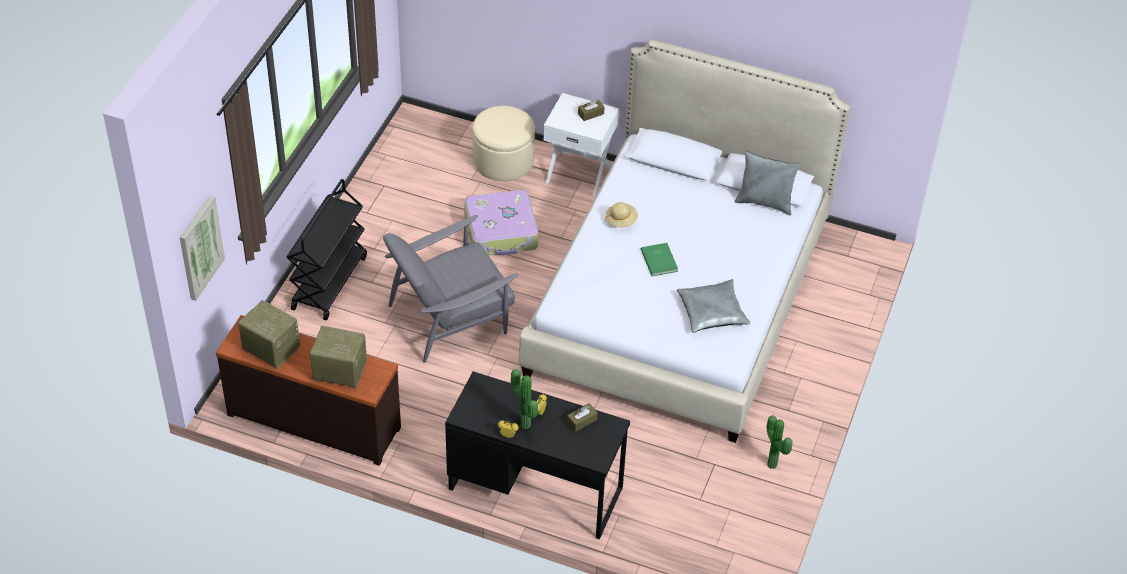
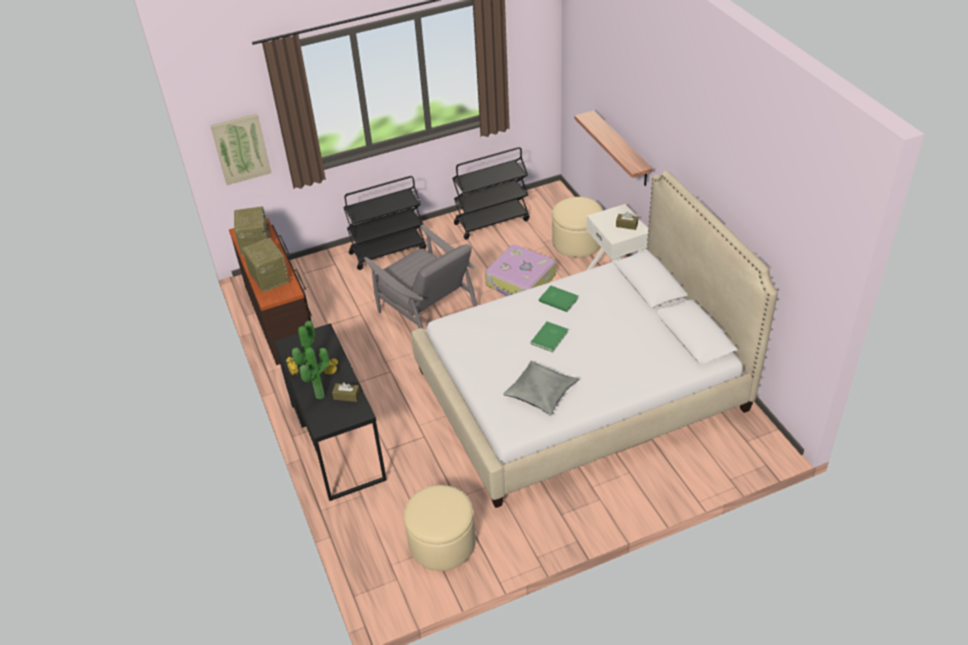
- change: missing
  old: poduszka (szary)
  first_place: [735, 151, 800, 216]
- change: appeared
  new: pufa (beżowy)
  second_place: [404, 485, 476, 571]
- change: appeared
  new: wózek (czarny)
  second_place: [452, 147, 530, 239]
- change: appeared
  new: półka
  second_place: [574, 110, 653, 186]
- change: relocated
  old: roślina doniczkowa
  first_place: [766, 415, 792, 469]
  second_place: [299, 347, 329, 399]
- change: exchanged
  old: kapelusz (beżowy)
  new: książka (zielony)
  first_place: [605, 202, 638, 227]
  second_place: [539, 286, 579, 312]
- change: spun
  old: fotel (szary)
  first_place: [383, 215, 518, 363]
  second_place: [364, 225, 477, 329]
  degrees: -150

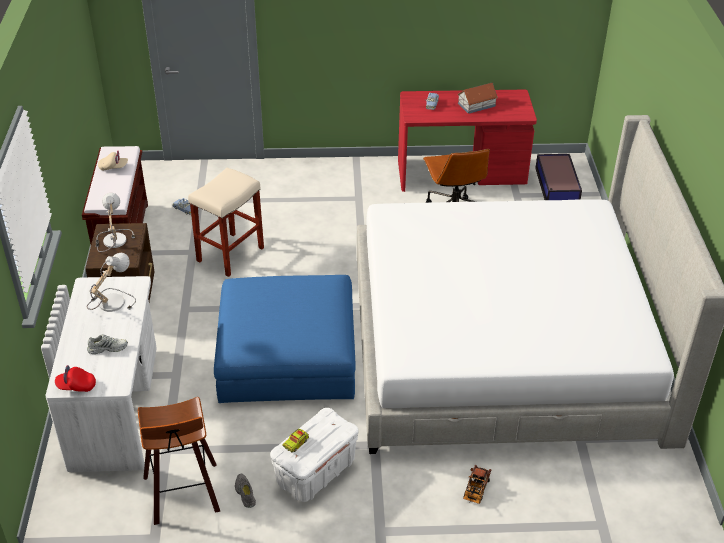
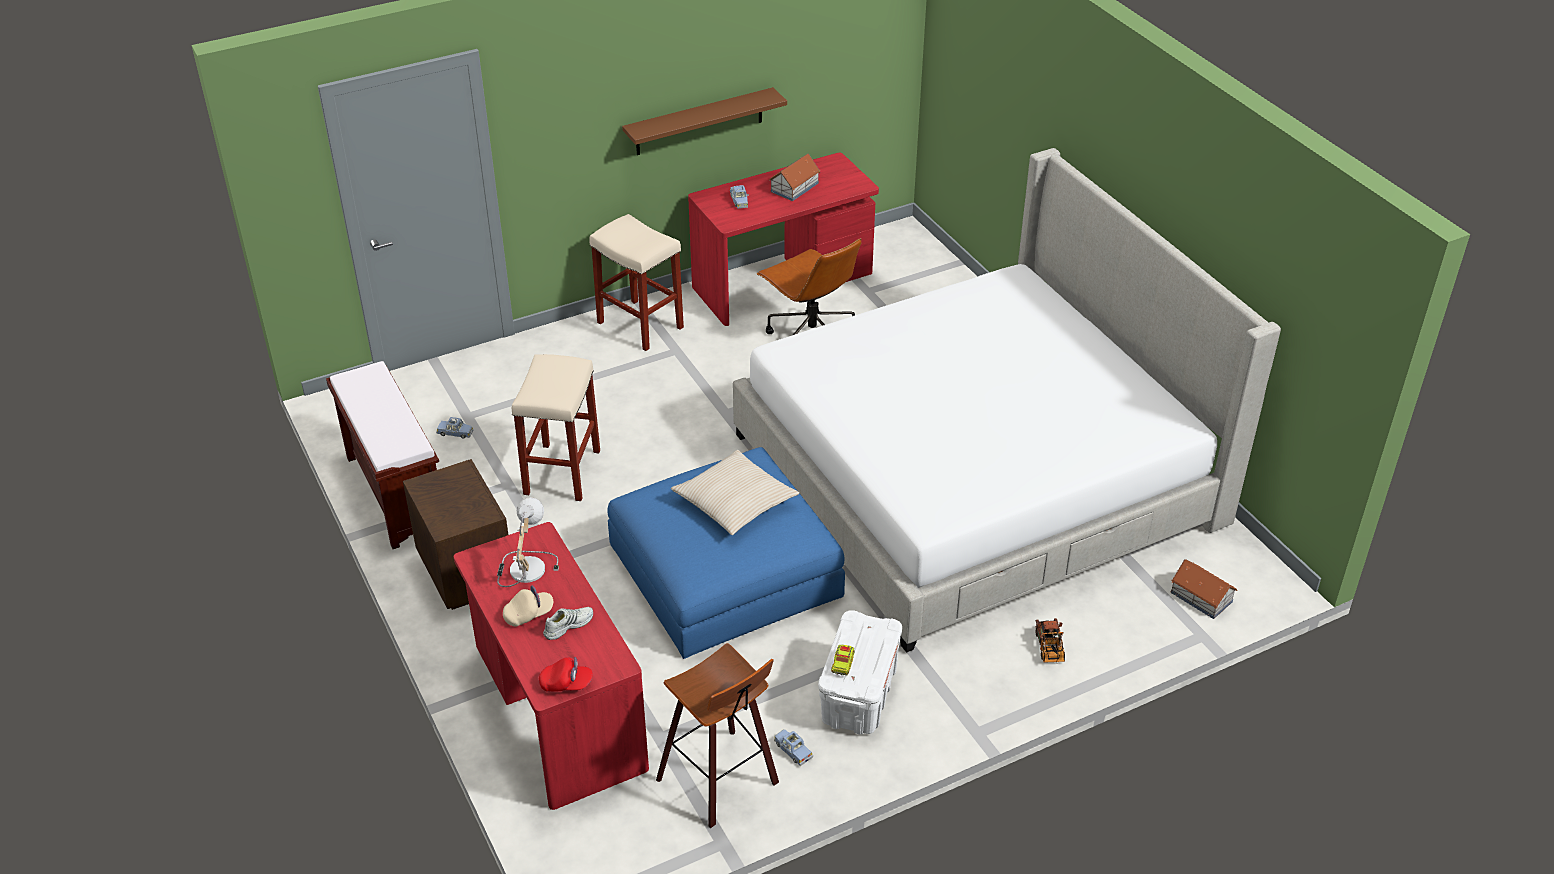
- change: missing
  old: lampa stołowa
  first_place: [96, 193, 135, 252]
- change: missing
  old: pojemnik do przechowywania
  first_place: [535, 154, 582, 200]
- change: appeared
  new: stołek (beżowy)
  second_place: [589, 214, 684, 351]
- change: appeared
  new: półka (brązowy)
  second_place: [622, 87, 787, 155]
- change: appeared
  new: poduszka (beżowy)
  second_place: [671, 450, 799, 535]
- change: appeared
  new: domek
  second_place: [1171, 559, 1237, 619]
- change: relocated
  old: czapka z daszkiem (beżowy)
  first_place: [98, 151, 128, 171]
  second_place: [503, 585, 553, 626]
- change: exchanged
  old: but (szary)
  new: samochodzik (niebieski)
  first_place: [235, 474, 256, 508]
  second_place: [774, 729, 813, 766]
- change: colour
  old: biurko (biały)
  new: biurko (czerwony)
  first_place: [46, 276, 157, 472]
  second_place: [454, 522, 649, 810]
- change: spun
  old: czapka z daszkiem (czerwony)
  first_place: [55, 365, 96, 392]
  second_place: [539, 657, 593, 692]
  degrees: -150

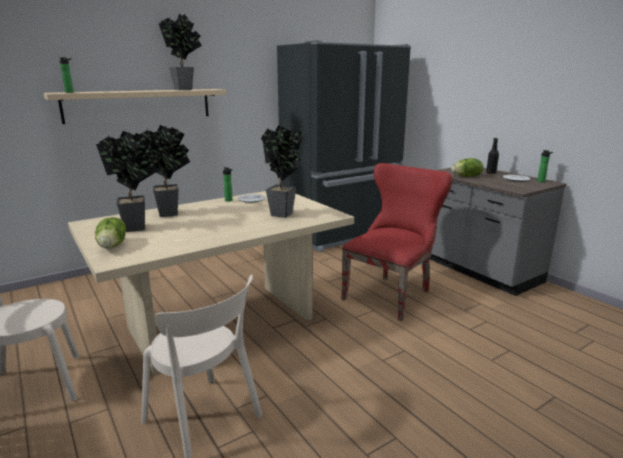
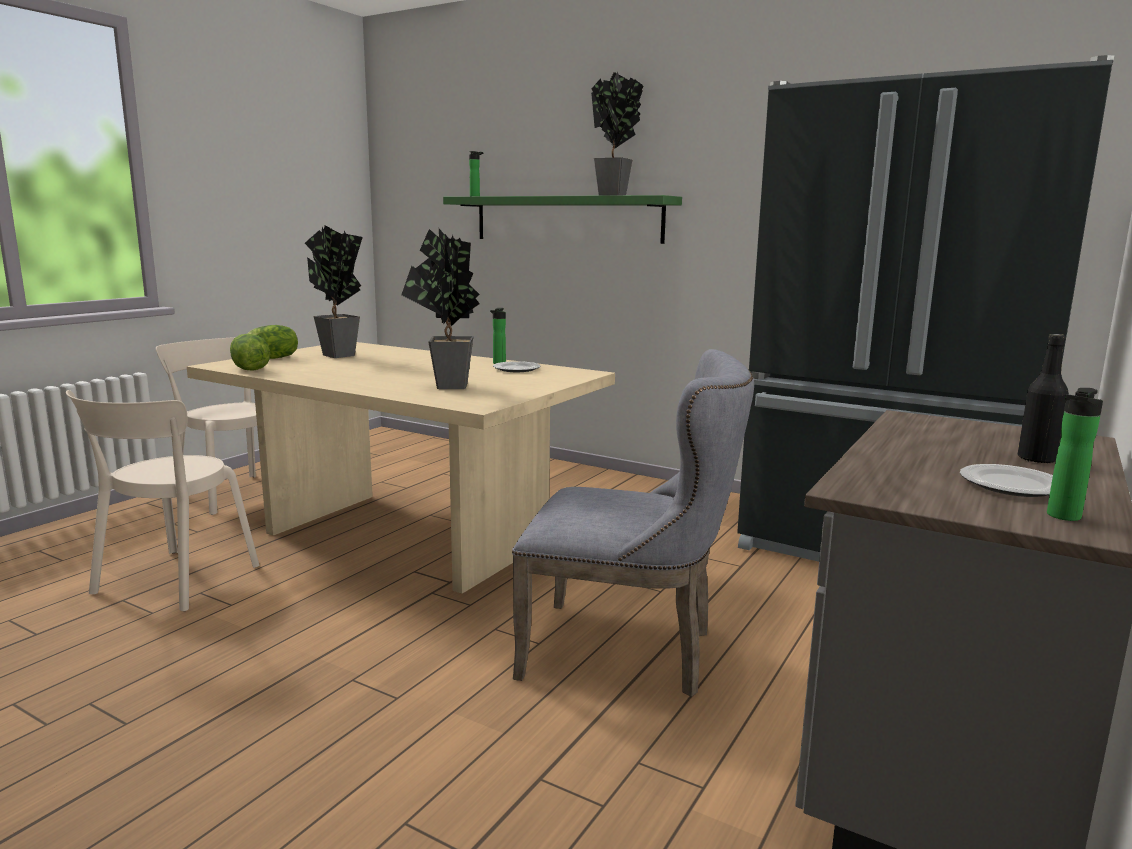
- change: missing
  old: roślina doniczkowa
  first_place: [139, 125, 190, 217]
- change: relocated
  old: sałata
  first_place: [451, 158, 483, 177]
  second_place: [230, 334, 270, 371]
- change: colour
  old: półka (beżowy)
  new: półka (zielony)
  first_place: [44, 89, 226, 124]
  second_place: [443, 195, 682, 244]
- change: colour
  old: krzesło (czerwony)
  new: krzesło (szary)
  first_place: [341, 163, 453, 321]
  second_place: [512, 349, 754, 697]

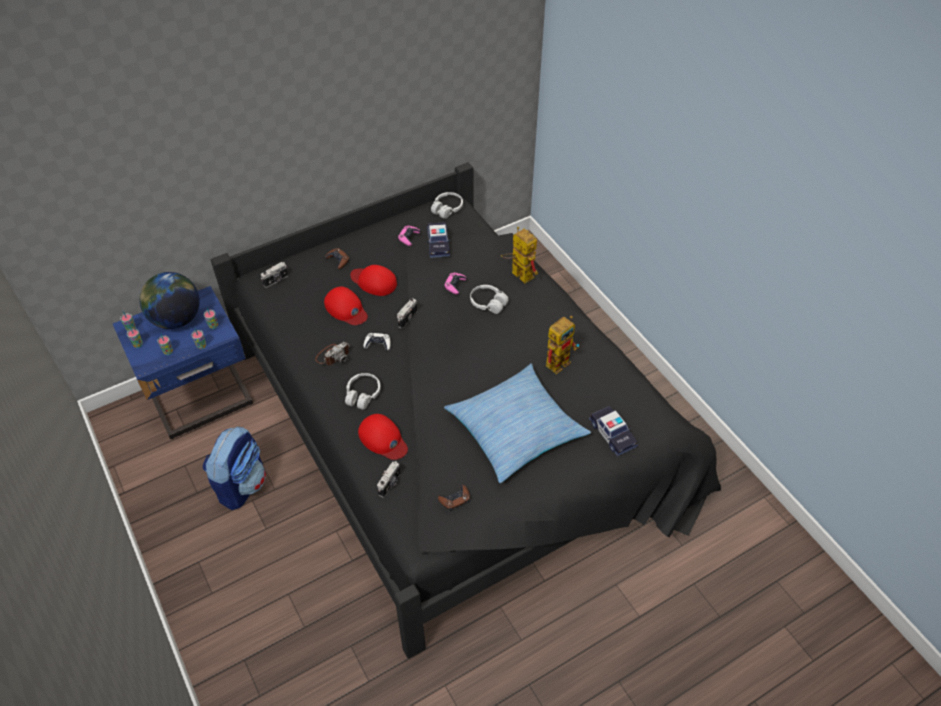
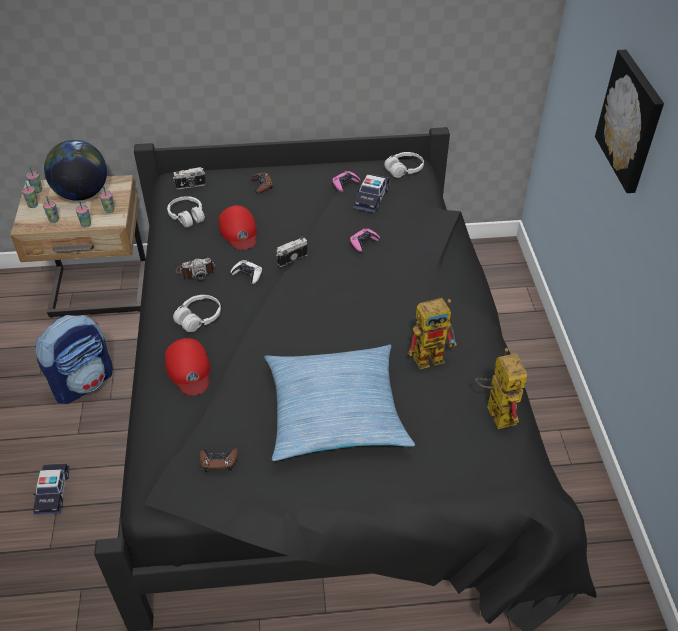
- change: missing
  old: czapka z daszkiem (czerwony)
  first_place: [350, 265, 397, 296]
- change: missing
  old: aparat fotograficzny
  first_place: [377, 461, 400, 498]
- change: appeared
  new: obraz
  second_place: [595, 50, 664, 193]
- change: relocated
  old: słuchawki (biały)
  first_place: [470, 285, 509, 314]
  second_place: [167, 196, 205, 227]
- change: relocated
  old: robot zabawkowy
  first_place: [501, 227, 538, 284]
  second_place: [475, 348, 527, 429]
- change: relocated
  old: samochodzik
  first_place: [589, 406, 638, 456]
  second_place: [33, 463, 69, 515]
- change: colour
  old: szafka nocna (niebieski)
  new: szafka nocna (beżowy)
  first_place: [113, 286, 253, 439]
  second_place: [11, 175, 146, 318]

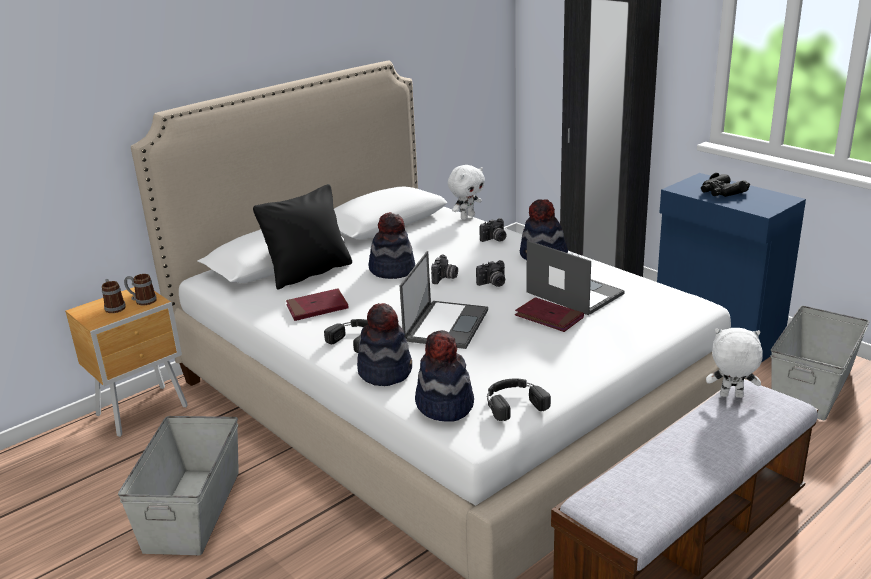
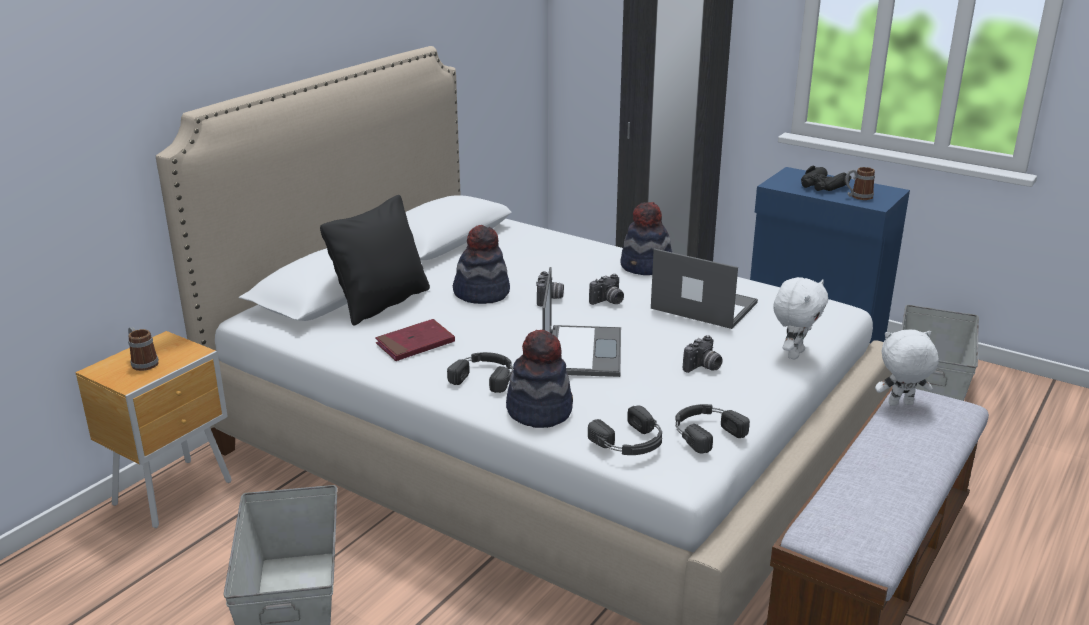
- change: missing
  old: książka (czerwony)
  first_place: [515, 297, 584, 332]
- change: relocated
  old: kubek
  first_place: [124, 274, 157, 305]
  second_place: [845, 167, 875, 200]
- change: relocated
  old: pluszak (biały)
  first_place: [448, 165, 485, 220]
  second_place: [773, 277, 828, 360]
- change: relocated
  old: aparat fotograficzny
  first_place: [480, 218, 507, 242]
  second_place: [683, 335, 723, 373]
- change: exchanged
  old: kapelusz
  new: słuchawki (czarny)
  first_place: [415, 330, 474, 422]
  second_place: [588, 405, 662, 455]

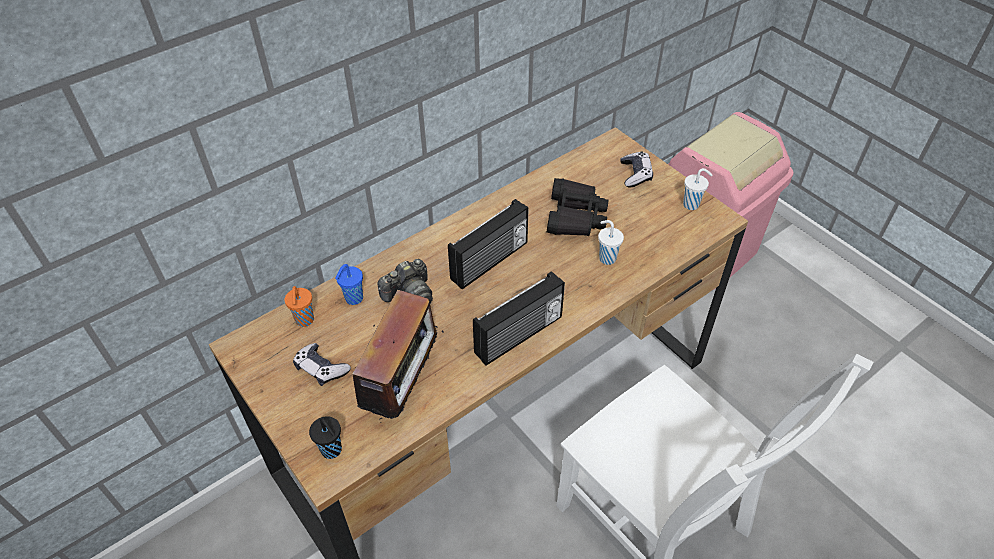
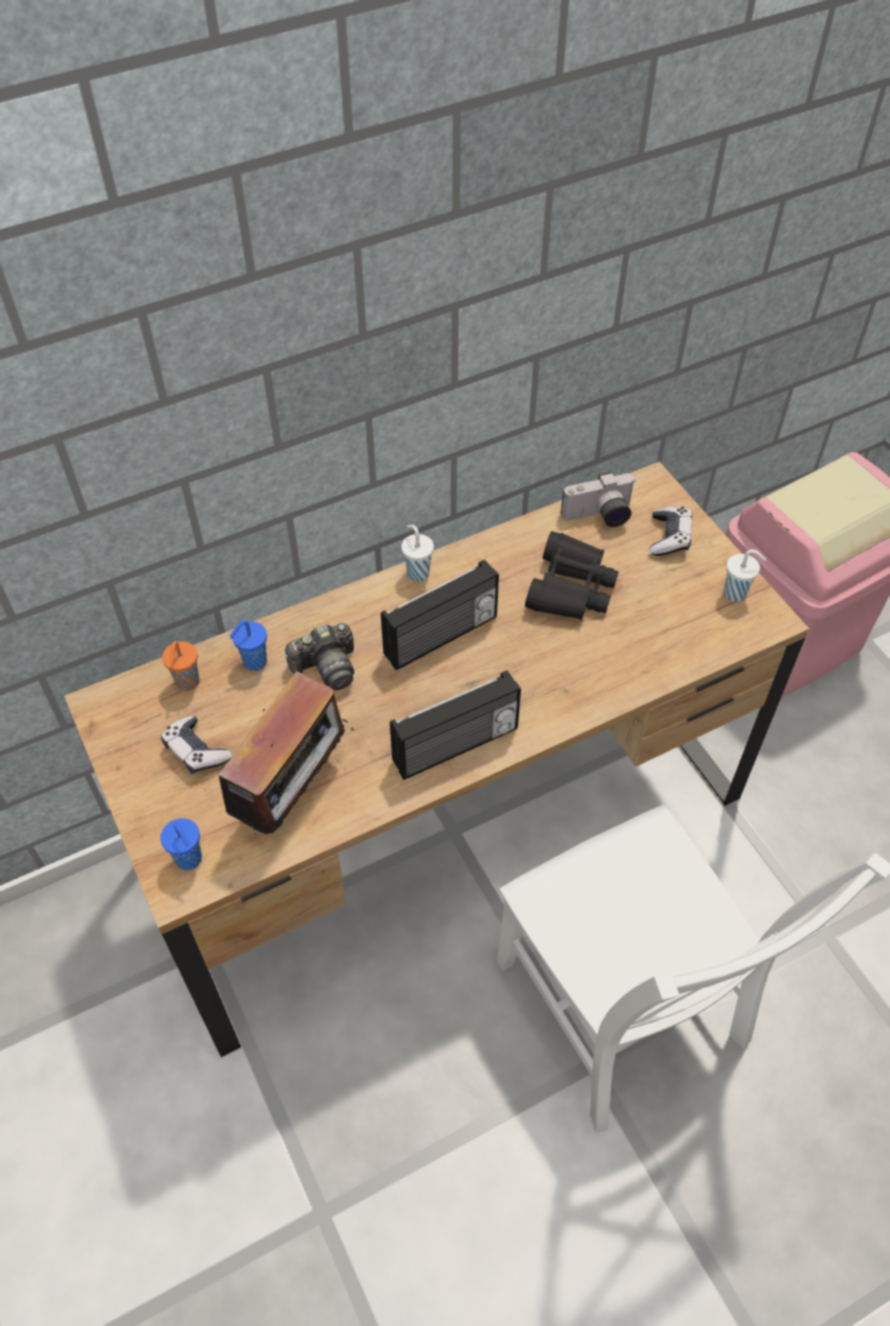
- change: appeared
  new: aparat fotograficzny
  second_place: [561, 472, 636, 527]
- change: relocated
  old: filiżanka (biały)
  first_place: [598, 220, 624, 265]
  second_place: [401, 525, 434, 582]
- change: colour
  old: filiżanka (czarny)
  new: filiżanka (niebieski)
  first_place: [309, 416, 342, 459]
  second_place: [160, 818, 202, 870]

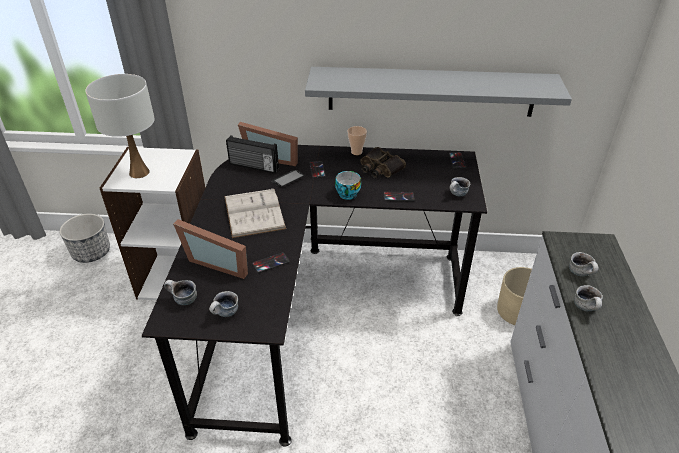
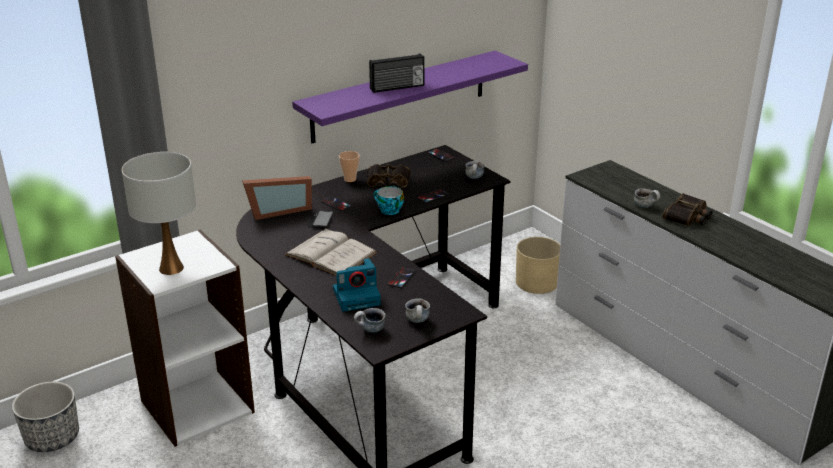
- change: missing
  old: kubek
  first_place: [569, 252, 598, 276]
- change: appeared
  new: lornetka
  second_place: [663, 193, 713, 226]
- change: relocated
  old: radio
  first_place: [226, 135, 279, 173]
  second_place: [369, 54, 425, 93]
- change: exchanged
  old: ramka na zdjęcie
  new: aparat fotograficzny
  first_place: [173, 219, 248, 279]
  second_place: [333, 258, 381, 311]
- change: colour
  old: półka (szary)
  new: półka (fioletowy)
  first_place: [305, 67, 572, 117]
  second_place: [292, 51, 528, 143]

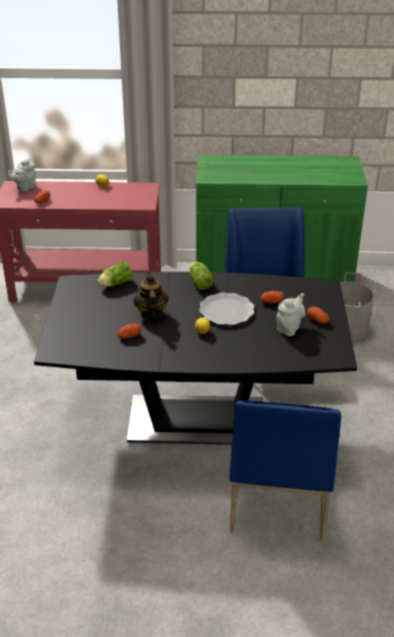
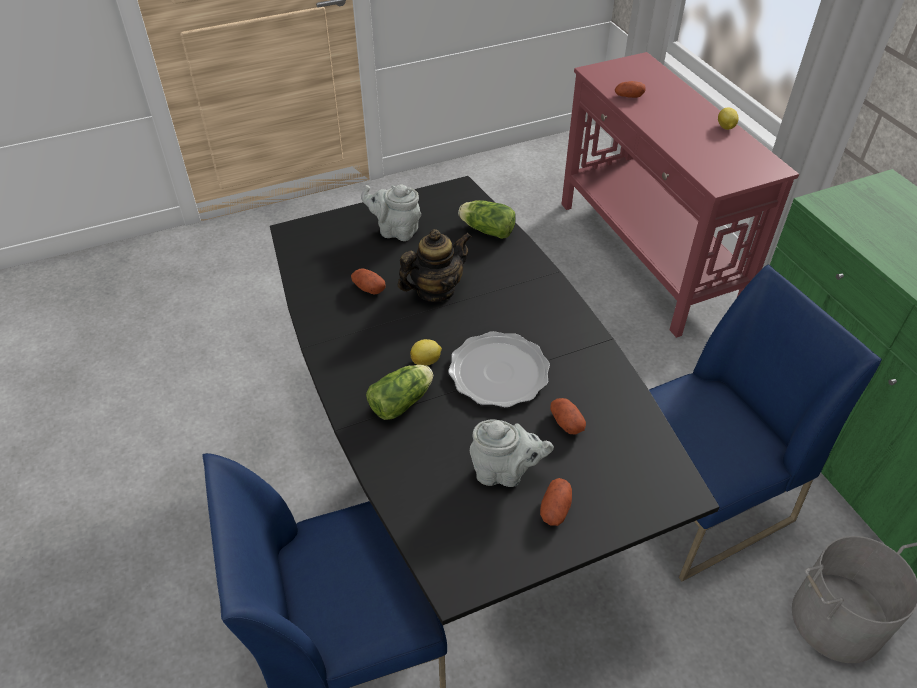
- change: relocated
  old: imbryk (szary)
  first_place: [8, 159, 36, 192]
  second_place: [361, 185, 421, 241]
- change: relocated
  old: sałata
  first_place: [190, 262, 213, 290]
  second_place: [366, 365, 433, 420]

